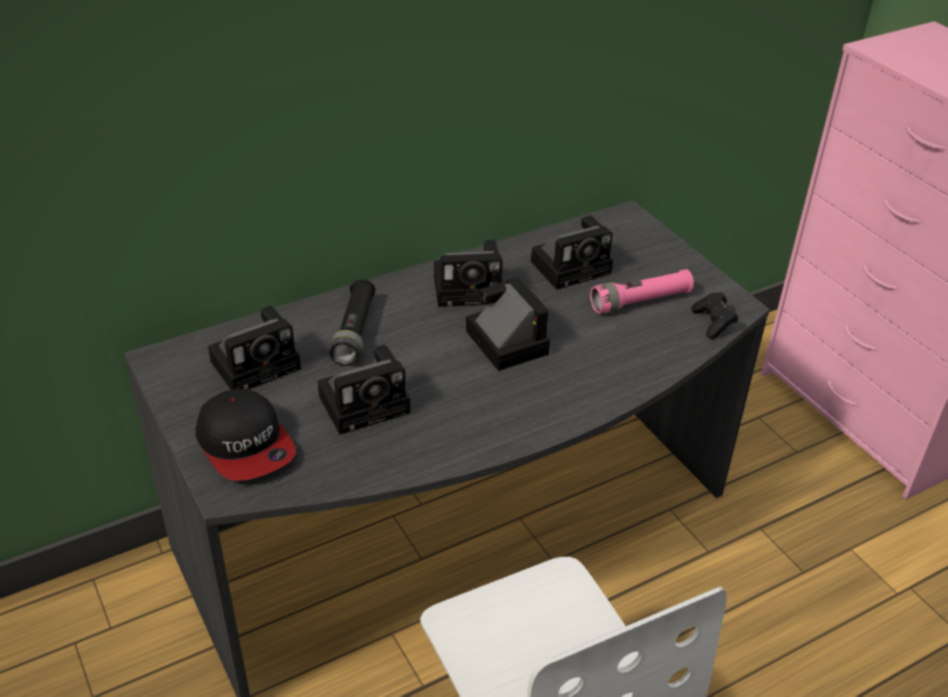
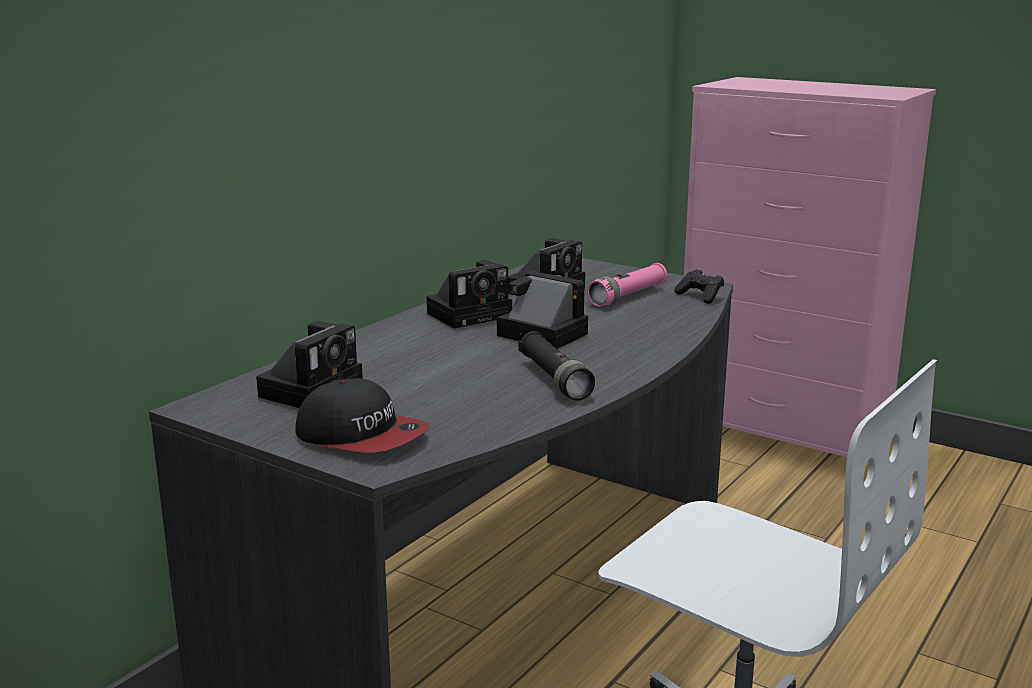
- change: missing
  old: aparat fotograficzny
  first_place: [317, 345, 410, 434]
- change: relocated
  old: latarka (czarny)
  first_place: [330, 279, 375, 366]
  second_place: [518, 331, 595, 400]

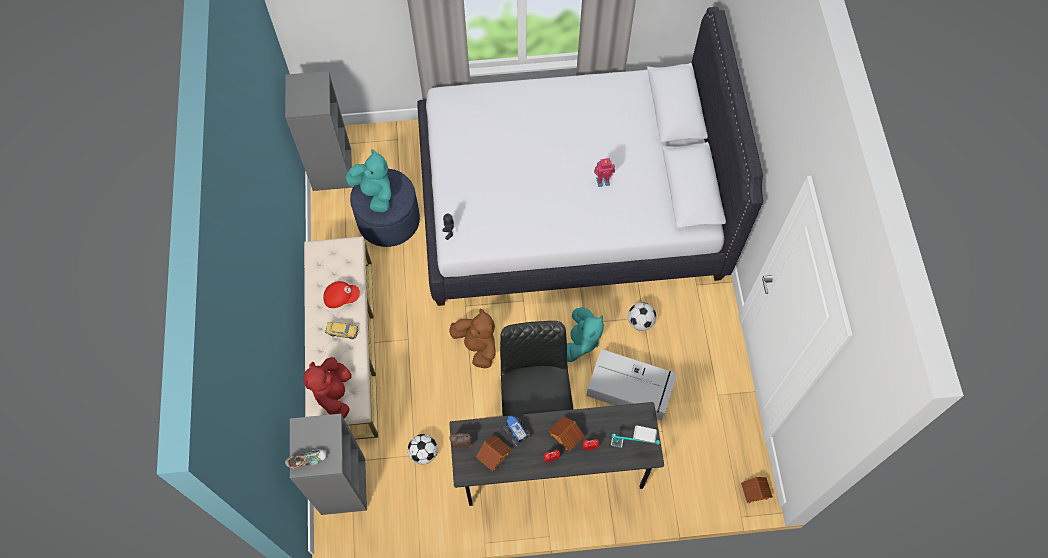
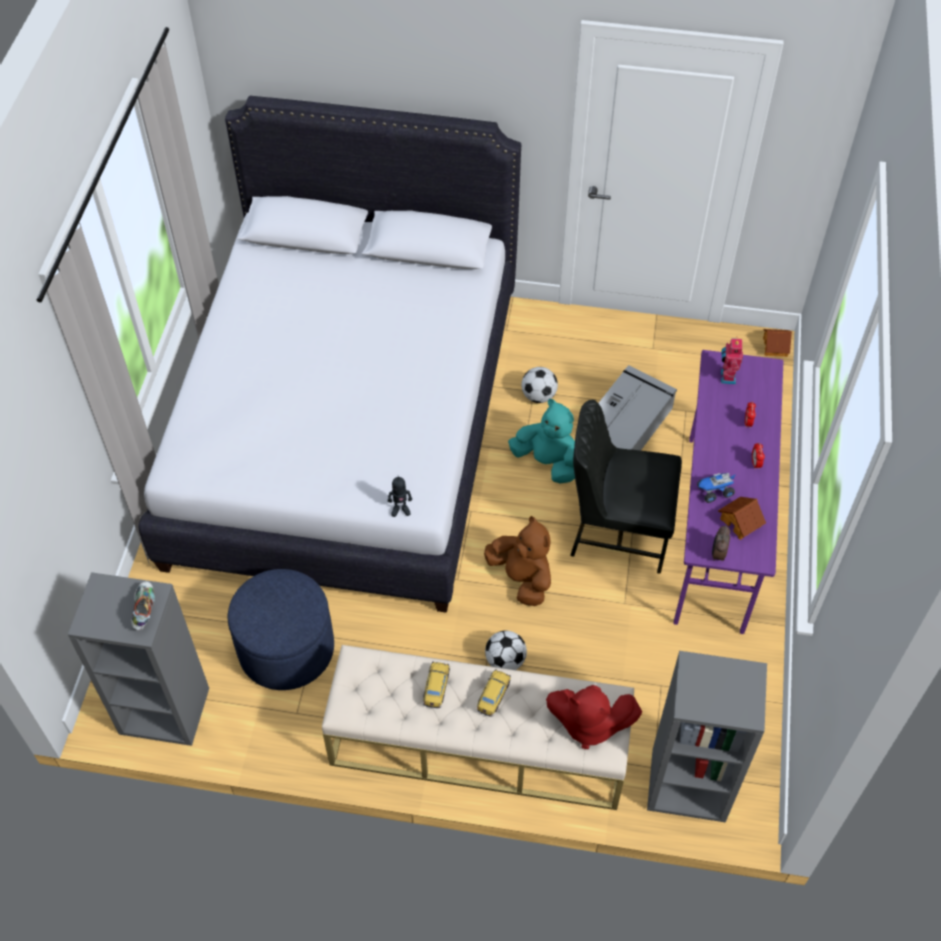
- change: missing
  old: pluszak (turkusowy)
  first_place: [345, 149, 391, 212]
- change: missing
  old: domek
  first_place: [549, 416, 584, 451]
- change: missing
  old: lampa stołowa
  first_place: [611, 425, 660, 448]
- change: relocated
  old: but
  first_place: [285, 449, 327, 469]
  second_place: [131, 581, 155, 630]
- change: relocated
  old: piłka futbolowa
  first_place: [408, 434, 438, 465]
  second_place: [485, 631, 527, 670]
- change: relocated
  old: robot zabawkowy
  first_place: [594, 158, 615, 187]
  second_place: [721, 338, 743, 384]
- change: exchanged
  old: czapka z daszkiem (czerwony)
  new: samochodzik
  first_place: [323, 281, 360, 308]
  second_place: [423, 662, 450, 708]
- change: colour
  old: biurko (szary)
  new: biurko (fioletowy)
  first_place: [449, 402, 664, 506]
  second_place: [674, 350, 783, 634]
- change: spun
  old: pluszak (brązowy)
  first_place: [449, 308, 495, 368]
  second_place: [484, 516, 551, 606]
  degrees: 75

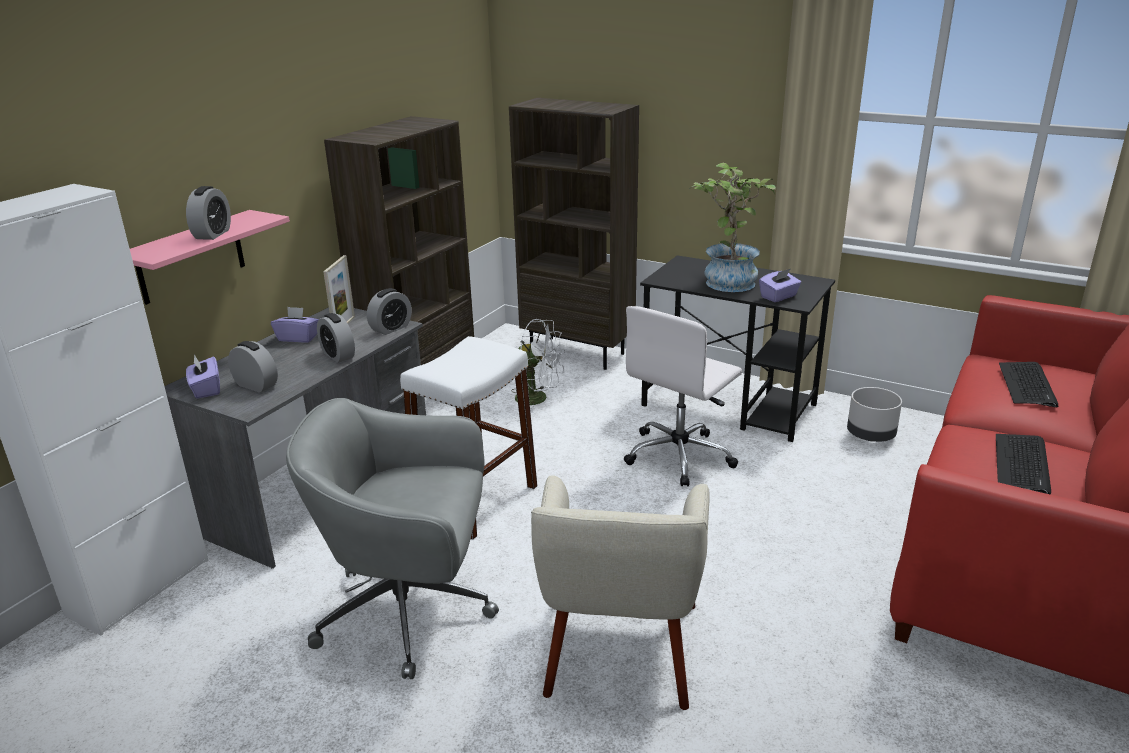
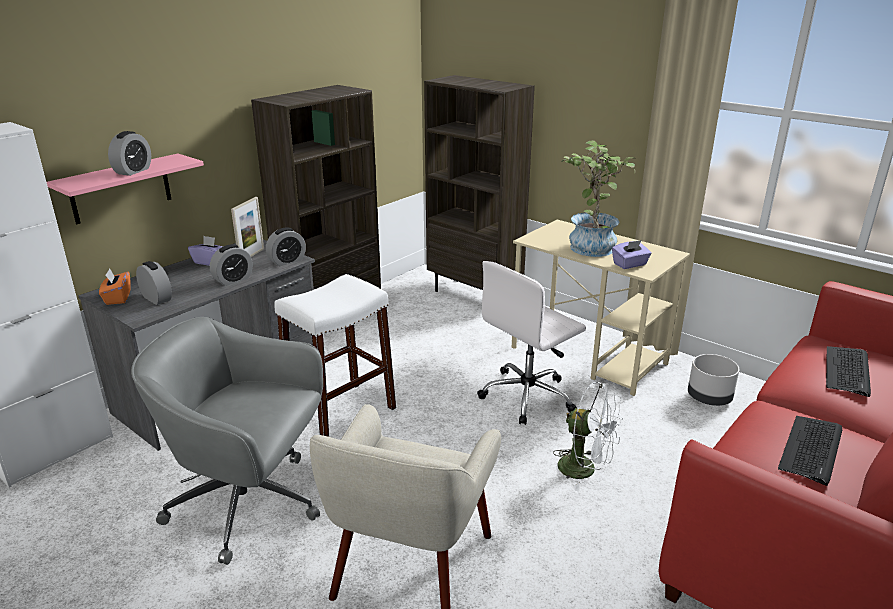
- change: relocated
  old: wentylator (biały)
  first_place: [511, 319, 565, 412]
  second_place: [553, 382, 623, 491]
- change: colour
  old: pudełko chusteczek (fioletowy)
  new: pudełko chusteczek (pomarańczowy)
  first_place: [186, 355, 220, 399]
  second_place: [99, 269, 131, 305]
- change: colour
  old: biurko (czarny)
  new: biurko (beżowy)
  first_place: [640, 255, 835, 442]
  second_place: [512, 220, 690, 396]
- change: spun
  old: budzik
  first_place: [317, 313, 355, 363]
  second_place: [210, 244, 253, 286]
  degrees: -105

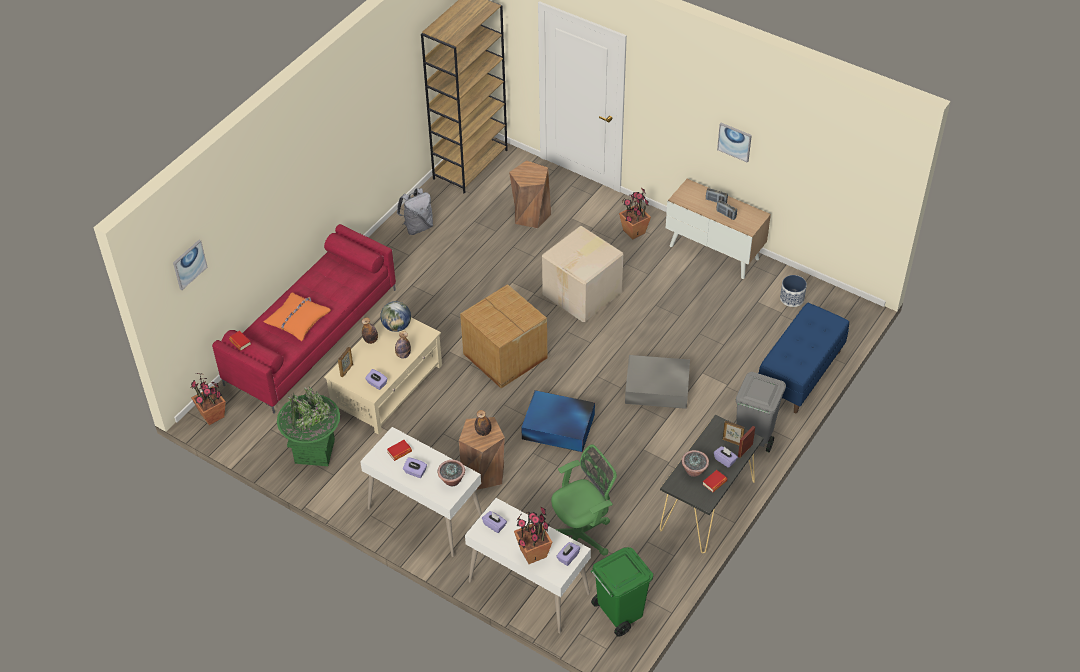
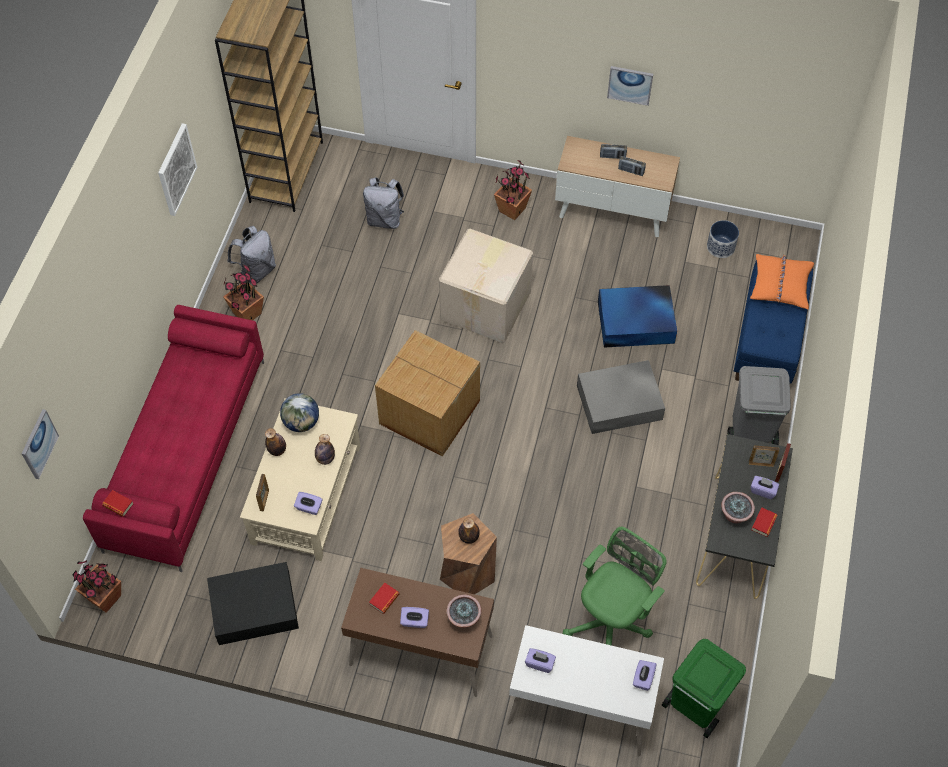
- change: appeared
  new: obraz
  second_place: [158, 123, 197, 216]
- change: relocated
  old: poduszka (pomarańczowy)
  first_place: [263, 293, 331, 341]
  second_place: [750, 254, 814, 310]
- change: relocated
  old: roślina doniczkowa
  first_place: [514, 506, 552, 564]
  second_place: [223, 265, 264, 320]
- change: relocated
  old: pojemnik do przechowywania (niebieski)
  first_place: [521, 390, 595, 452]
  second_place: [598, 285, 677, 348]
- change: exchanged
  old: donica (zielony)
  new: pojemnik do przechowywania (czarny)
  first_place: [277, 386, 340, 466]
  second_place: [207, 562, 299, 645]
- change: exchanged
  old: stołek (brązowy)
  new: plecak (szary)
  first_place: [509, 160, 551, 229]
  second_place: [363, 177, 404, 229]
- change: colour
  old: biurko (biały)
  new: biurko (brązowy)
  first_place: [360, 427, 482, 557]
  second_place: [341, 568, 494, 697]

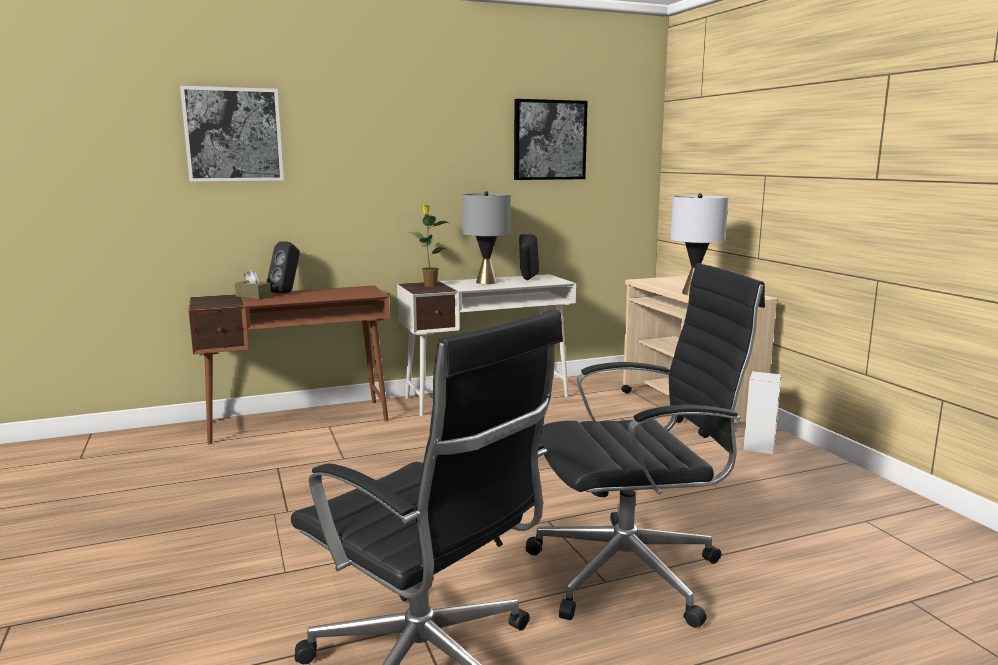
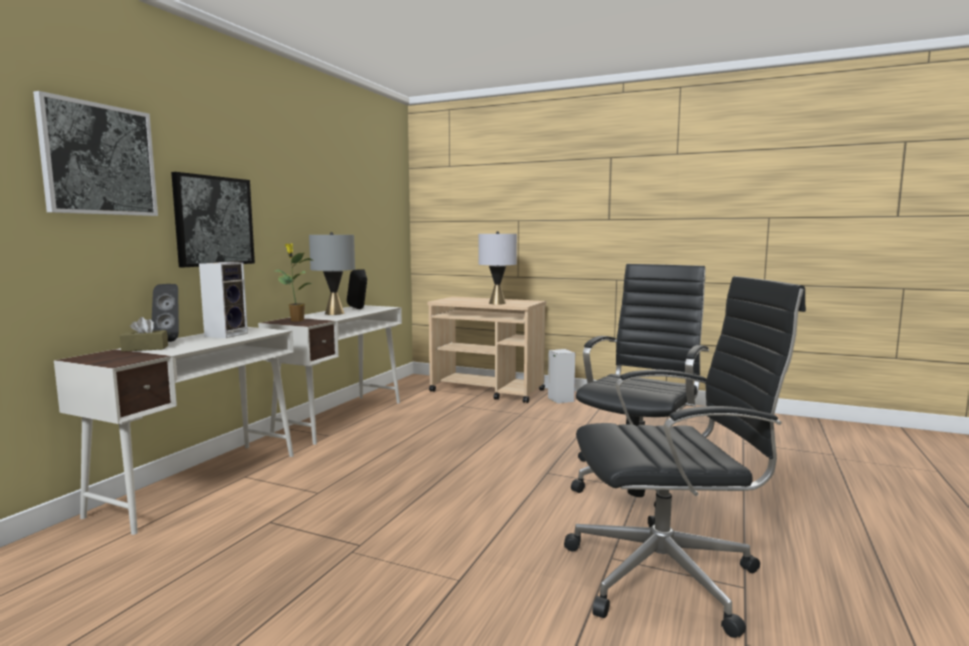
- change: appeared
  new: głośnik
  second_place: [199, 262, 248, 338]
- change: relocated
  old: obraz
  first_place: [514, 99, 588, 180]
  second_place: [171, 172, 255, 267]
- change: colour
  old: biurko (brązowy)
  new: biurko (biały)
  first_place: [189, 286, 390, 444]
  second_place: [54, 327, 294, 535]

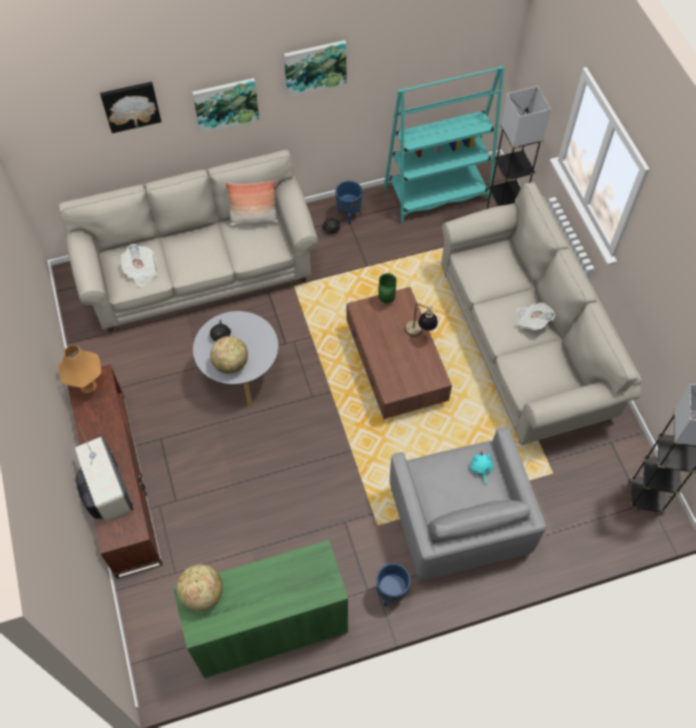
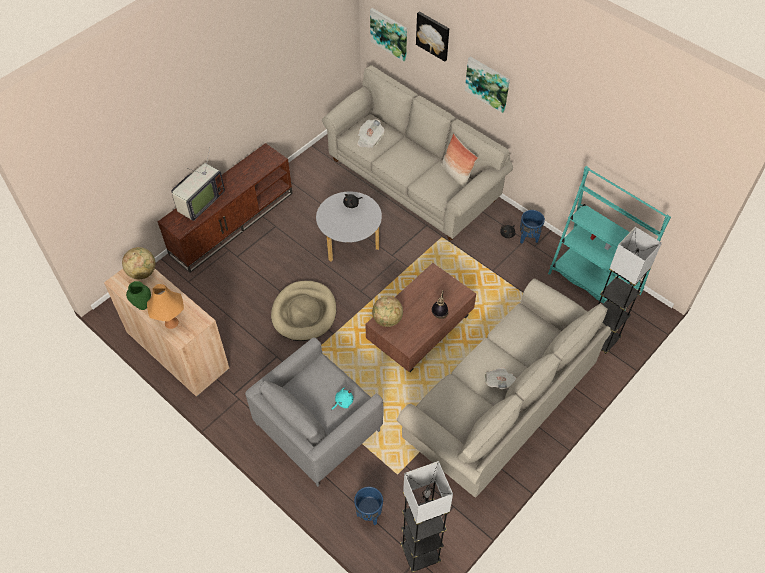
- change: appeared
  new: legowisko (beżowy)
  second_place: [271, 281, 337, 341]
- change: relocated
  old: lampa stołowa (pomarańczowy)
  first_place: [59, 345, 101, 393]
  second_place: [147, 284, 184, 329]
- change: relocated
  old: globus
  first_place: [210, 336, 248, 374]
  second_place: [372, 296, 403, 327]
- change: relocated
  old: obraz
  first_place: [284, 40, 346, 97]
  second_place: [370, 8, 407, 62]
- change: relocated
  old: donica (niebieski)
  first_place: [376, 563, 411, 607]
  second_place: [354, 487, 383, 525]
- change: relocated
  old: wazon (zielony)
  first_place: [378, 273, 396, 303]
  second_place: [126, 281, 151, 310]
- change: colour
  old: szafka (zielony)
  new: szafka (beżowy)
  first_place: [173, 540, 348, 678]
  second_place: [104, 269, 229, 397]

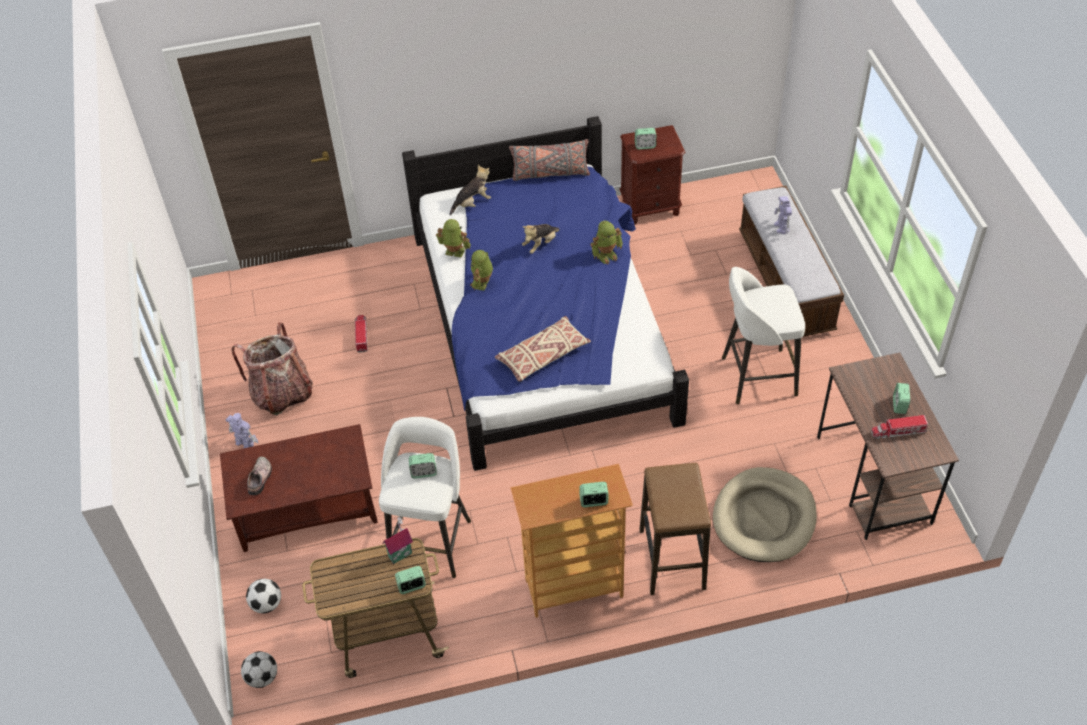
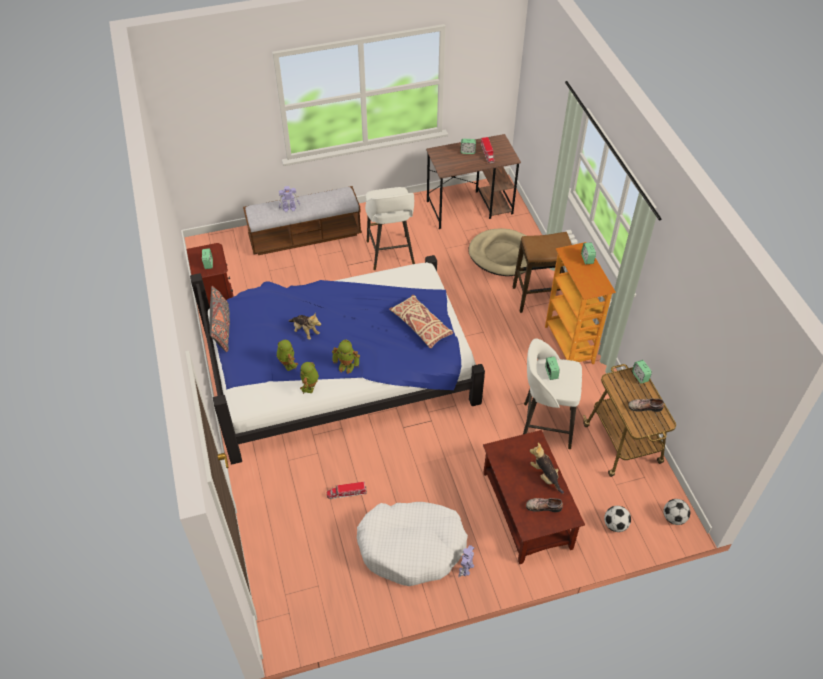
- change: missing
  old: domek
  first_place: [382, 517, 413, 564]
- change: appeared
  new: but
  second_place: [628, 398, 664, 412]
- change: relocated
  old: pluszak
  first_place: [450, 165, 491, 215]
  second_place: [530, 443, 564, 494]
- change: relocated
  old: robot zabawkowy
  first_place: [590, 221, 623, 265]
  second_place: [277, 340, 298, 371]
- change: exchanged
  old: plecak
  new: legowisko (biały)
  first_place: [231, 322, 313, 415]
  second_place: [357, 502, 468, 586]

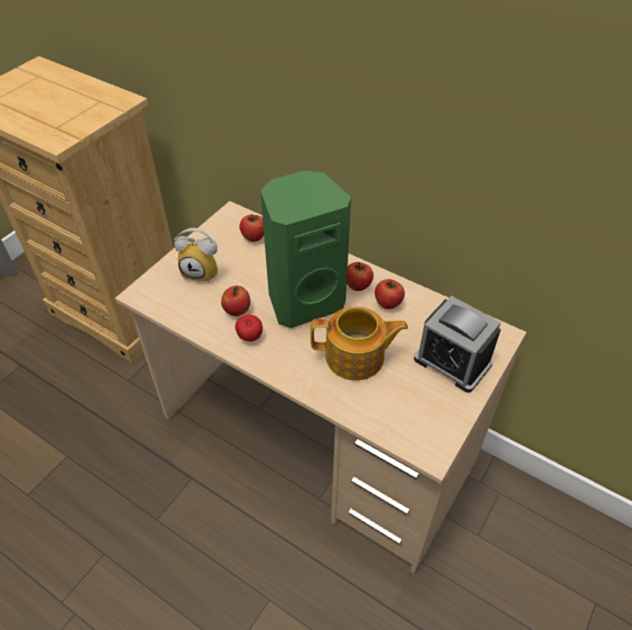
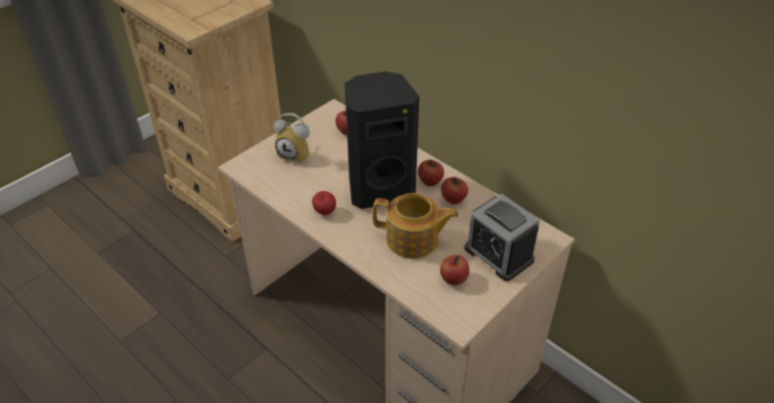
- change: relocated
  old: jabłko
  first_place: [221, 286, 251, 316]
  second_place: [440, 255, 469, 285]
- change: colour
  old: głośnik (zielony)
  new: głośnik (czarny)
  first_place: [260, 171, 351, 328]
  second_place: [345, 71, 419, 209]

